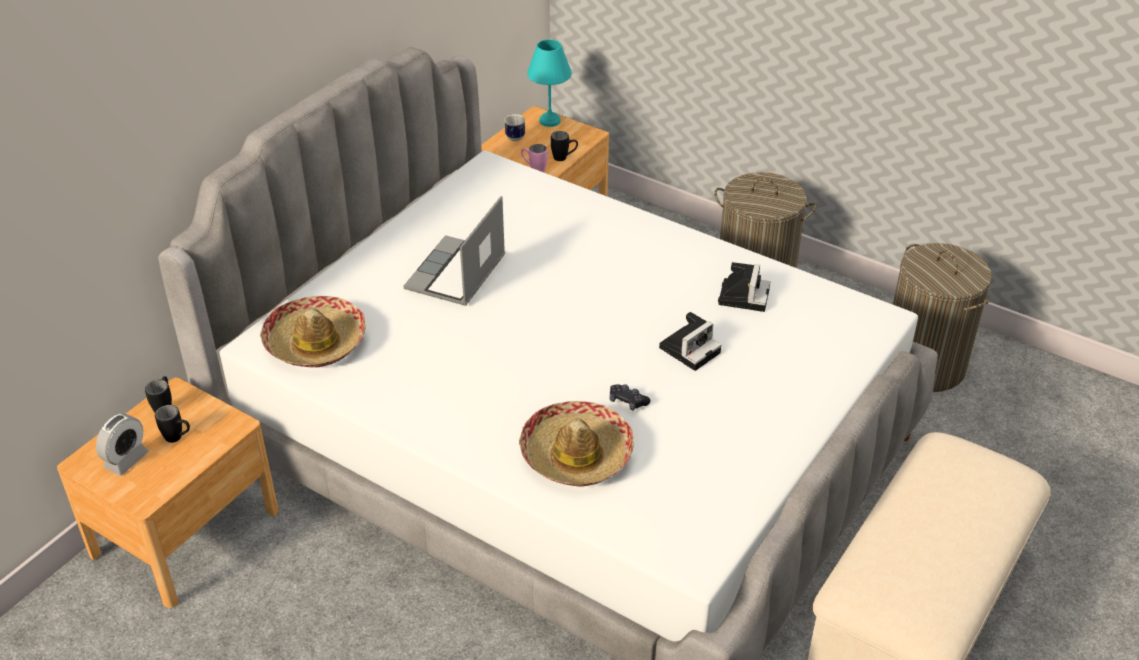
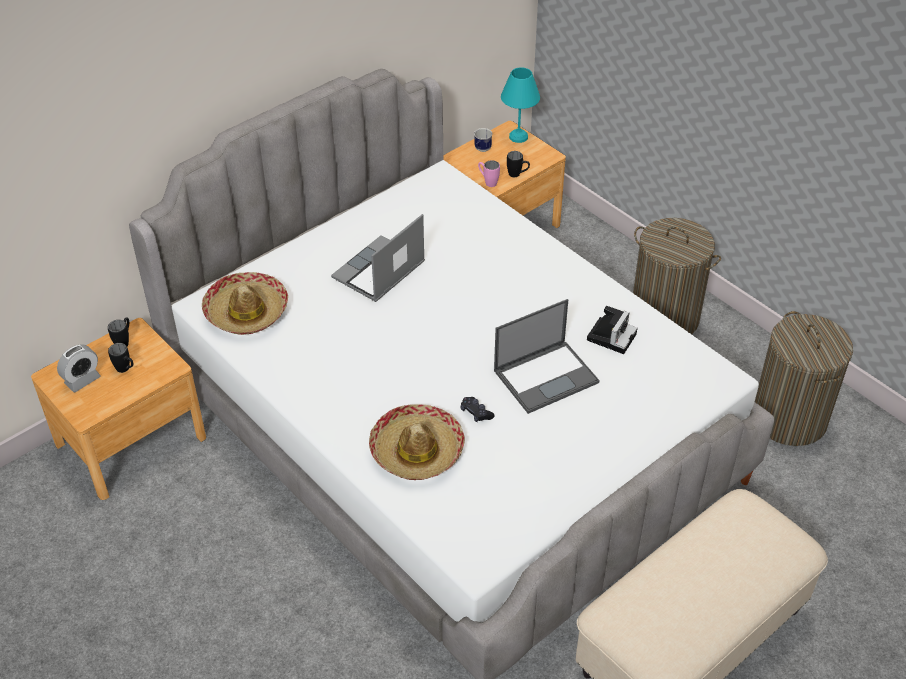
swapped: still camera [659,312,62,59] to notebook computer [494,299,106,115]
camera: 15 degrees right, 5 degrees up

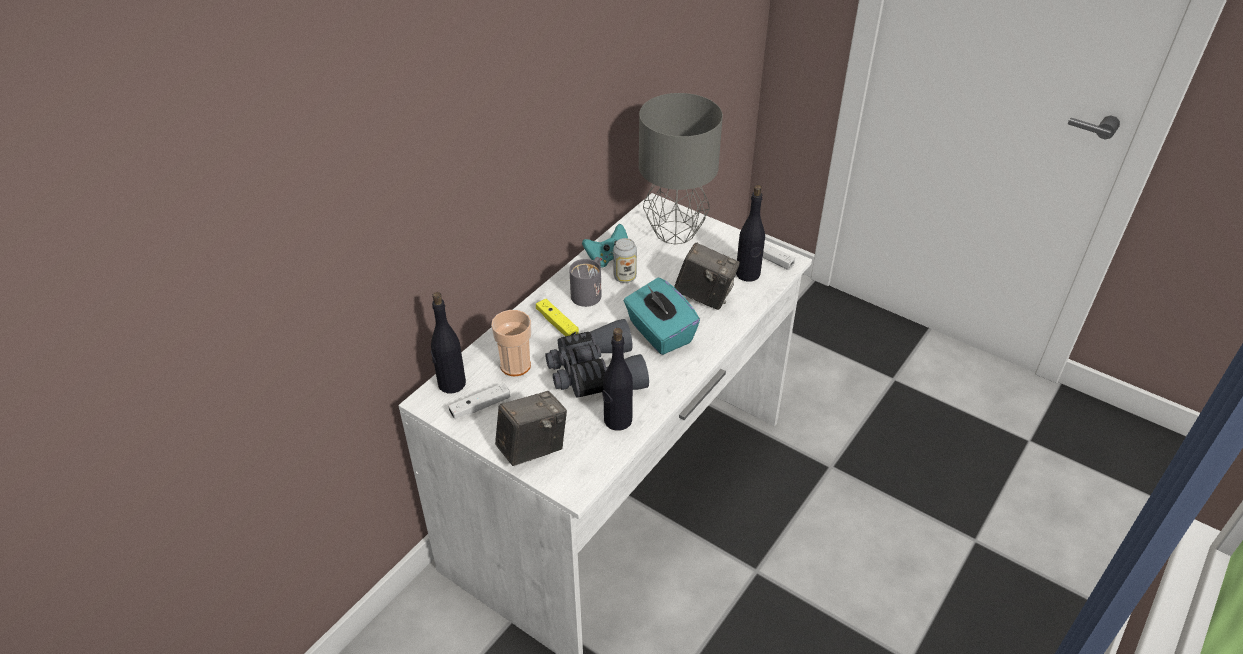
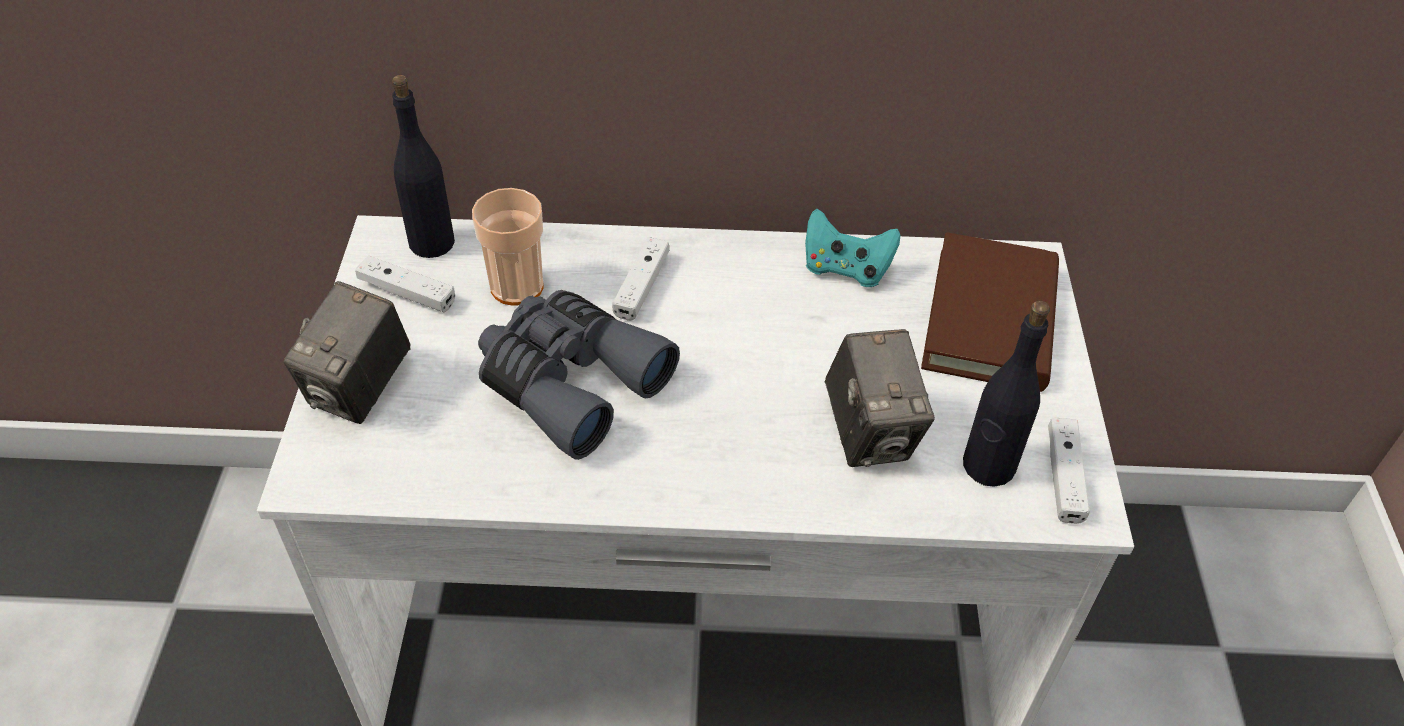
gone: metal can [613,238,24,45]; coffee mug (greyish) [569,257,32,50]; tissue holder (turquoise-coloured) [624,278,76,77]; drink bottle (black) [602,328,31,103]
swapped: table lamp (greyish) [639,93,84,151] to bound book (brown-coloured) [921,232,138,160]
repainted: game controller (yellow) [536,299,43,37] to game controller (whitish) [612,237,57,84]
rotated: still camera [495,391,72,75] = [284,281,127,143] 90 degrees clockwise
camera: 55 degrees right, 5 degrees up

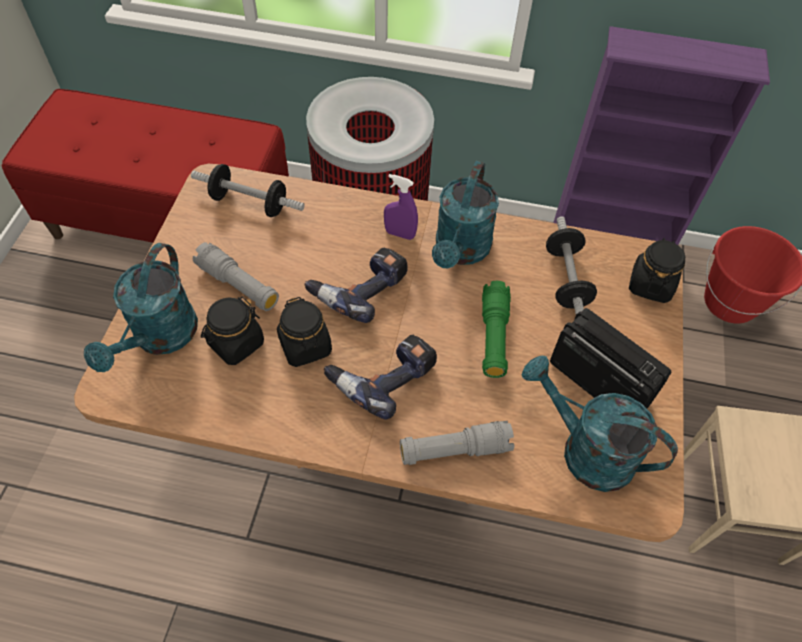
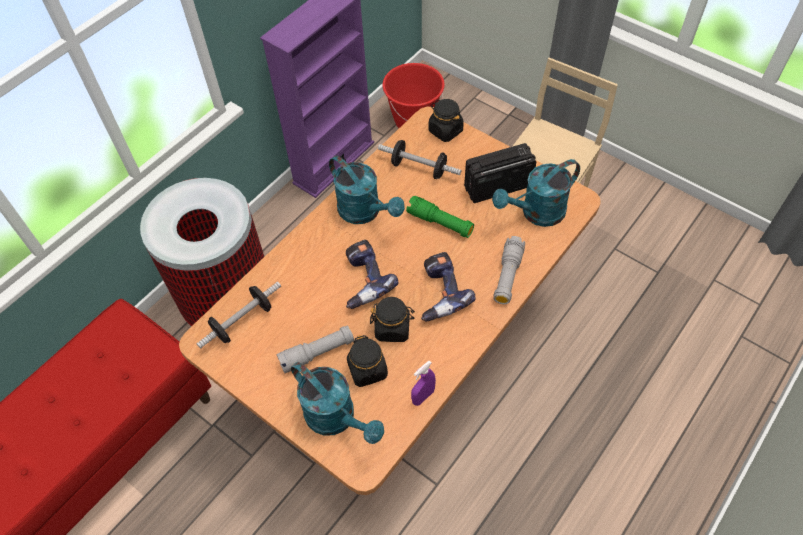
shifted: sprayer (purple-coloured) [384,174,34,66] to [411,361,25,45]
camera: 60 degrees left, 0 degrees up

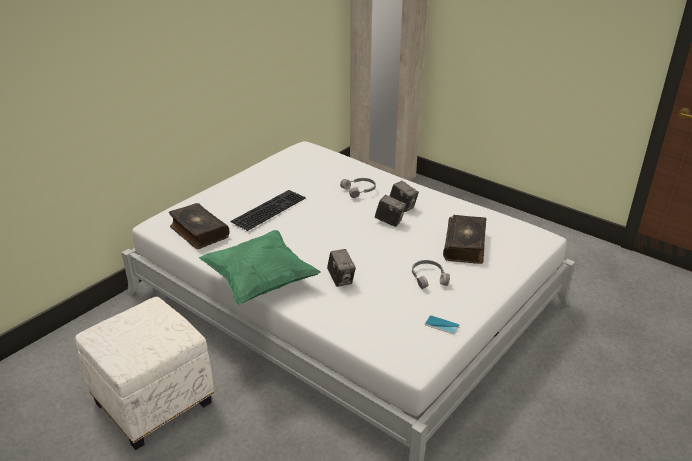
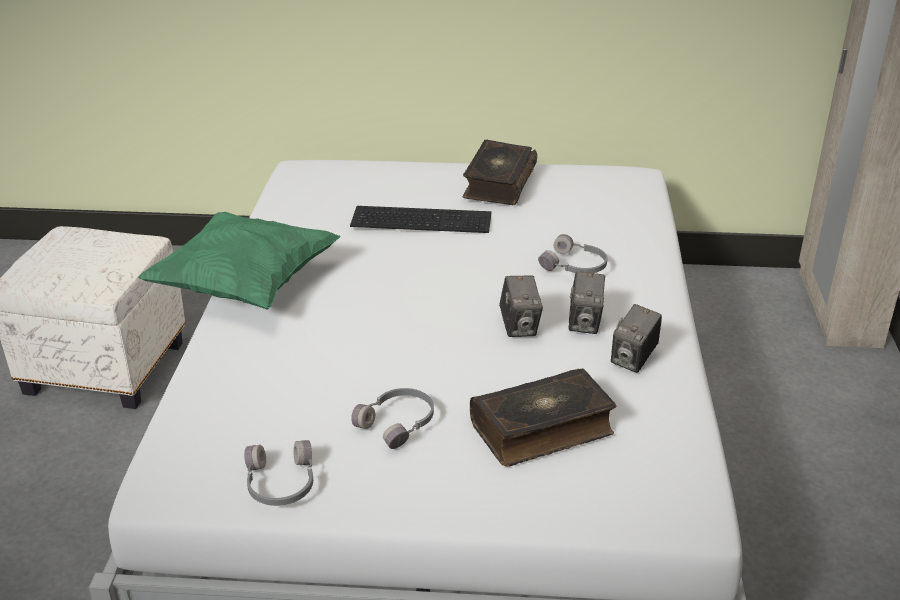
shifted: bound book [169,203,60,46] to [463,140,74,65]; still camera [327,249,29,38] to [611,304,51,69]
swapped: telephone [425,315,35,19] to pair of headphones (greyish) [244,440,69,66]
camera: 55 degrees right, 0 degrees up

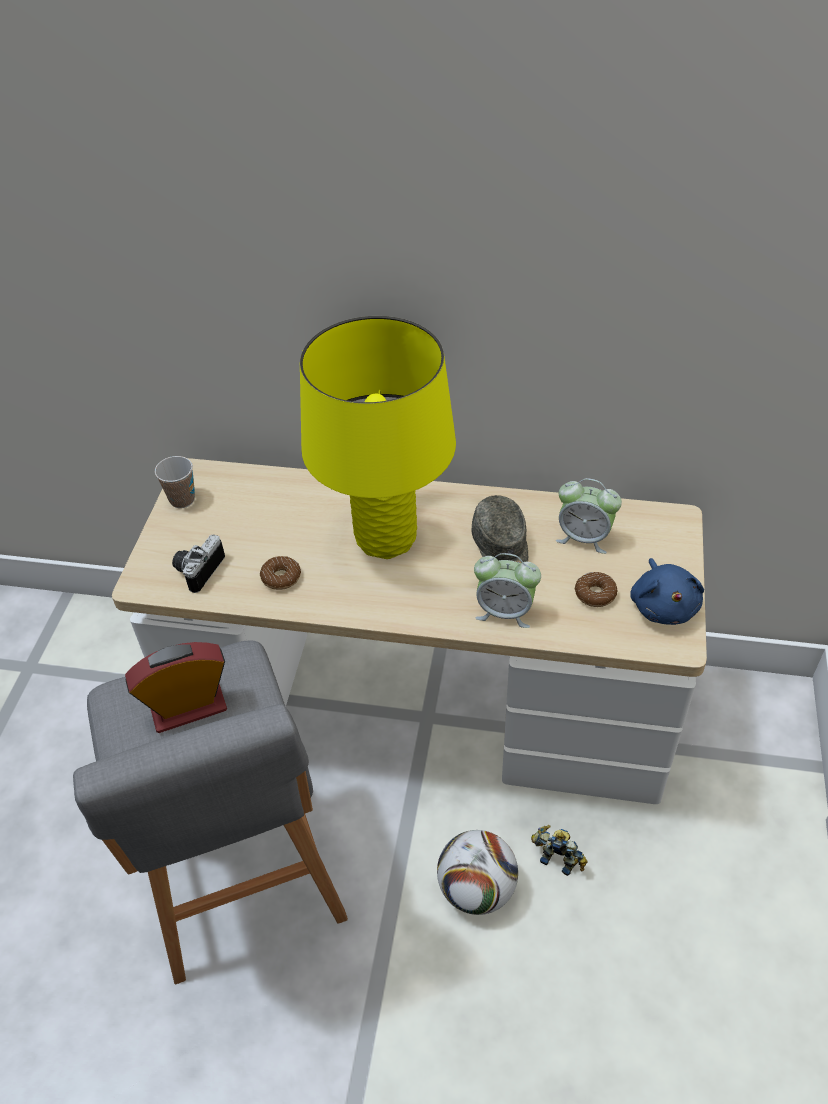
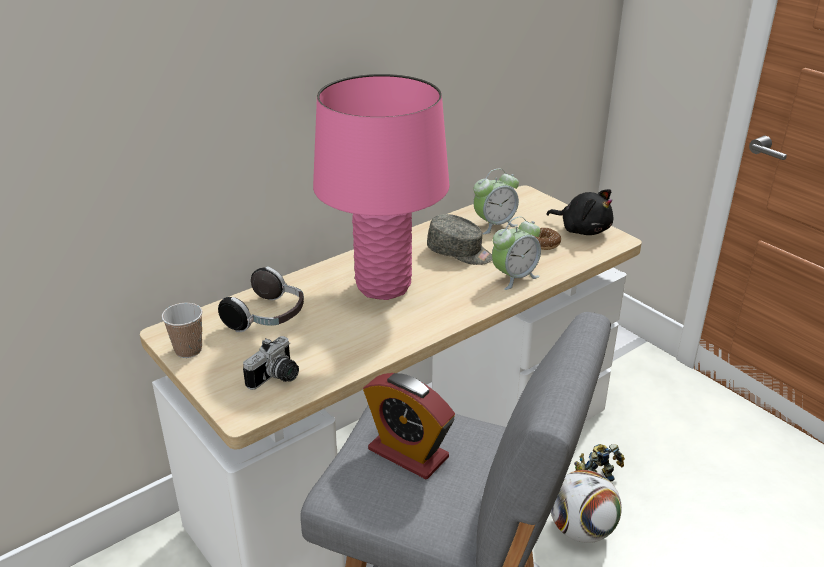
gone: ring doughnut [260,556,41,34]
new: pair of headphones [218,267,86,65]
repainted: table lamp (yellow) [300,316,156,243] to table lamp (pink-coloured) [313,74,137,226]; cuddly toy (bluish) [630,558,74,67] to cuddly toy (black) [546,189,67,46]
rotated: still camera [172,534,53,59] = [243,336,56,54] 120 degrees counterclockwise; alarm clock [125,642,102,91] = [363,373,92,106] 75 degrees counterclockwise
camera: 50 degrees left, 15 degrees down

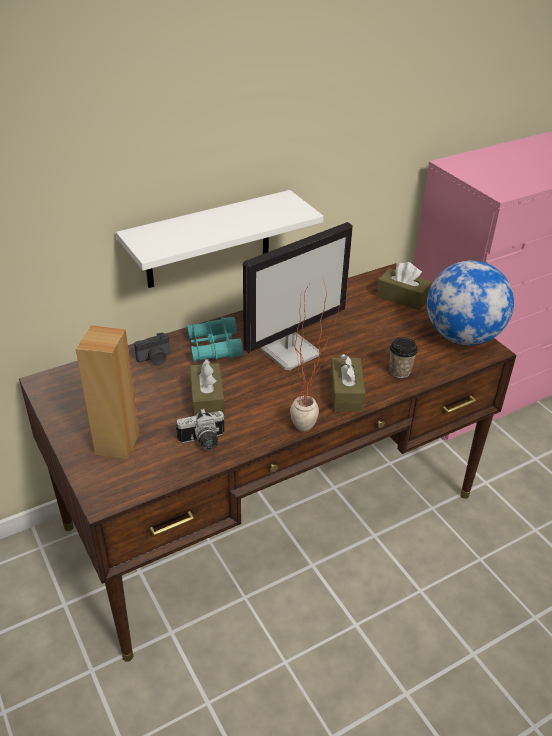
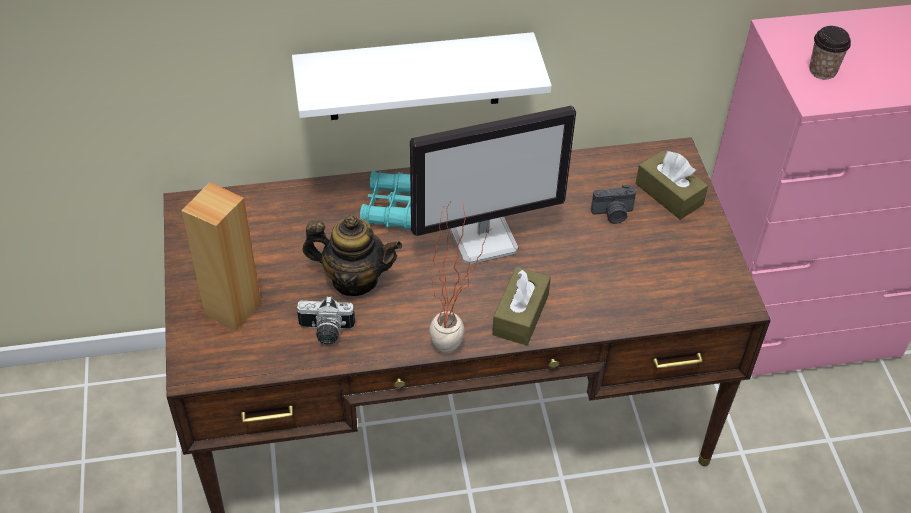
gone: globe [427,260,87,85]
shifted: still camera [134,332,36,33] to [591,185,45,39]; cup [389,337,29,41] to [809,26,42,53]
swapped: tissue holder (brown-coloured) [190,359,35,58] to tea pot [302,215,100,81]
camera: 20 degrees right, 10 degrees up

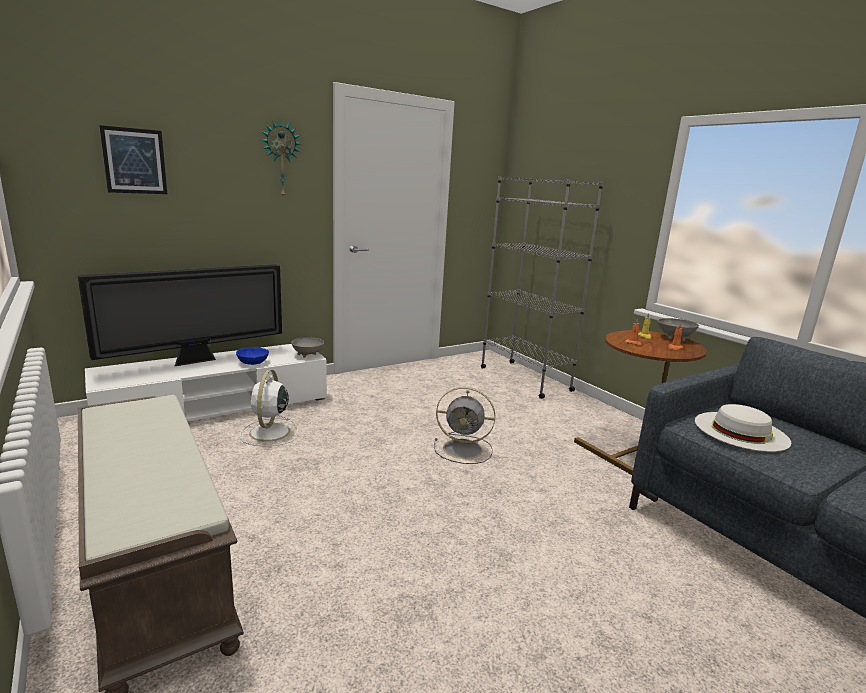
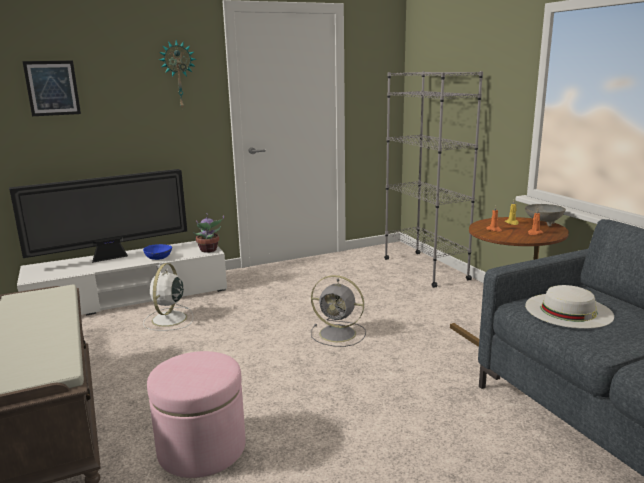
new: pouffe (pink-coloured) [147,351,99,127]
swapped: serving bowl (greyish) [291,337,33,21] to plant in a pot [193,214,31,39]
camera: 10 degrees right, 0 degrees up

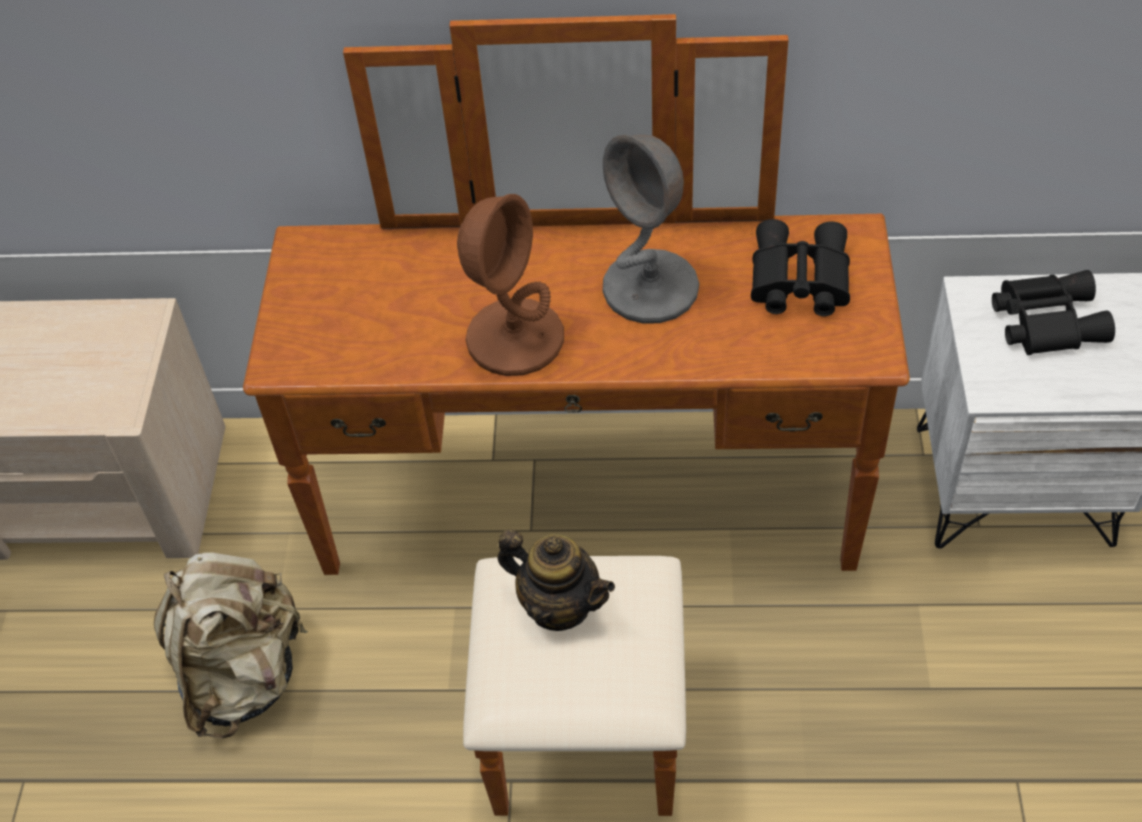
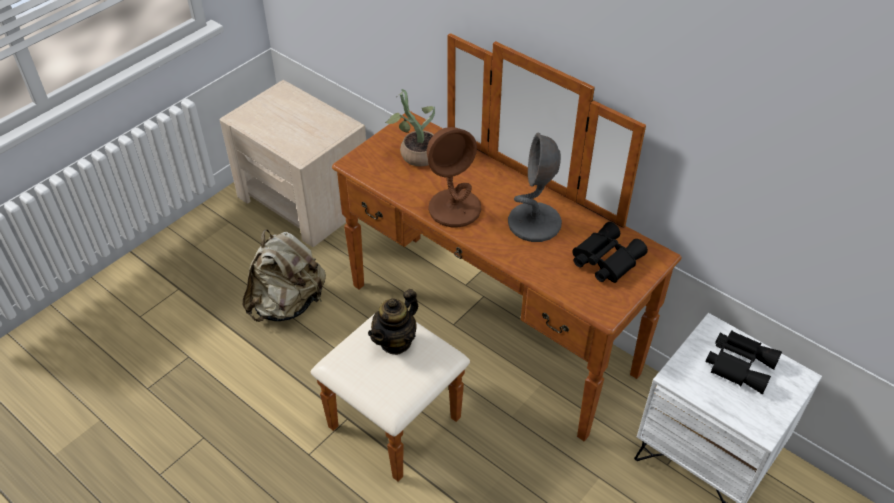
new: plant in a pot [385,89,50,78]
rotated: tea pot [497,529,118,102] = [368,289,50,66] 60 degrees clockwise
camera: 35 degrees right, 5 degrees down

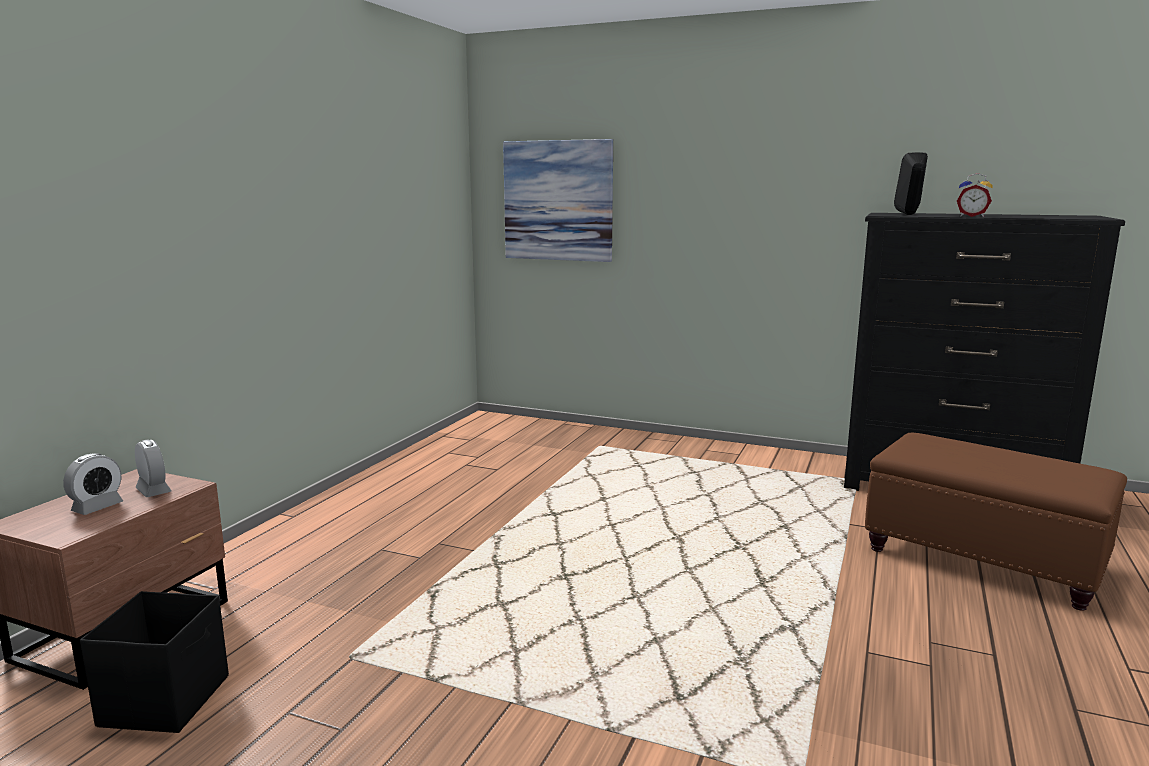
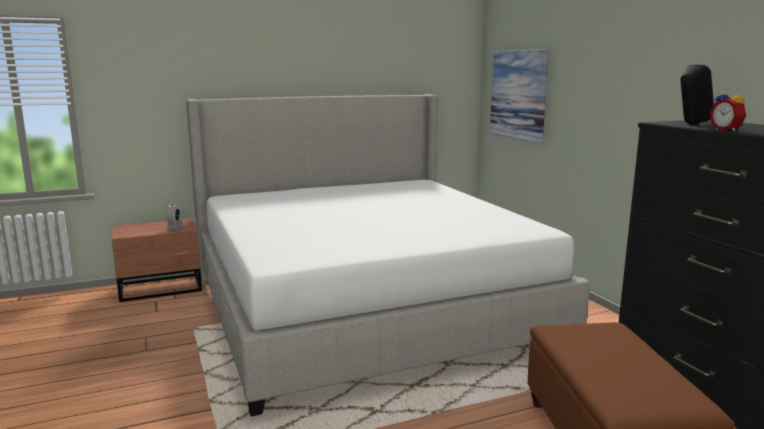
gone: alarm clock [63,453,60,62]; storage box (black) [80,591,149,142]
new: bed [186,94,404,322]
camera: 45 degrees right, 0 degrees up

